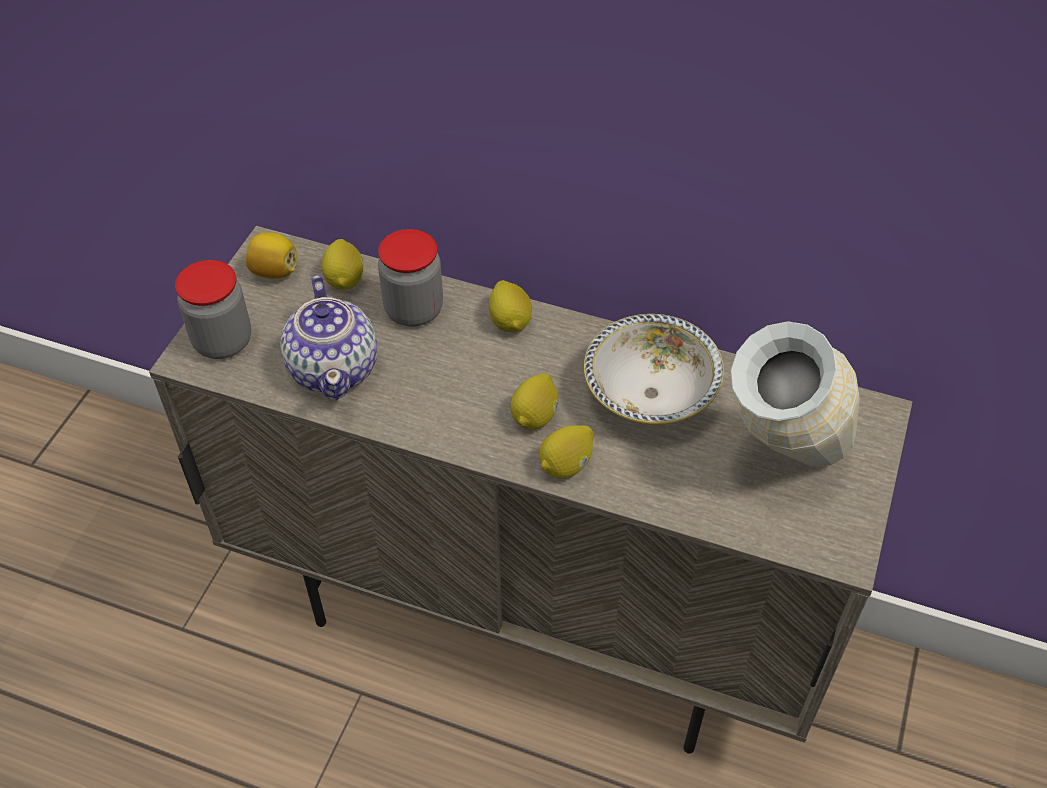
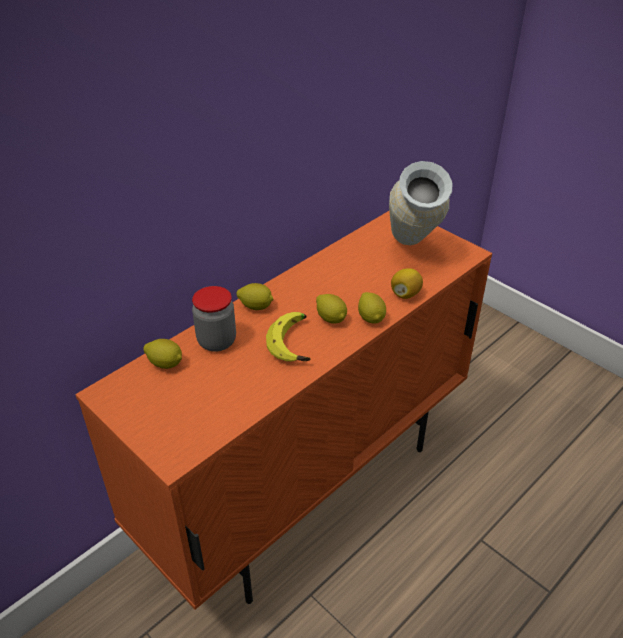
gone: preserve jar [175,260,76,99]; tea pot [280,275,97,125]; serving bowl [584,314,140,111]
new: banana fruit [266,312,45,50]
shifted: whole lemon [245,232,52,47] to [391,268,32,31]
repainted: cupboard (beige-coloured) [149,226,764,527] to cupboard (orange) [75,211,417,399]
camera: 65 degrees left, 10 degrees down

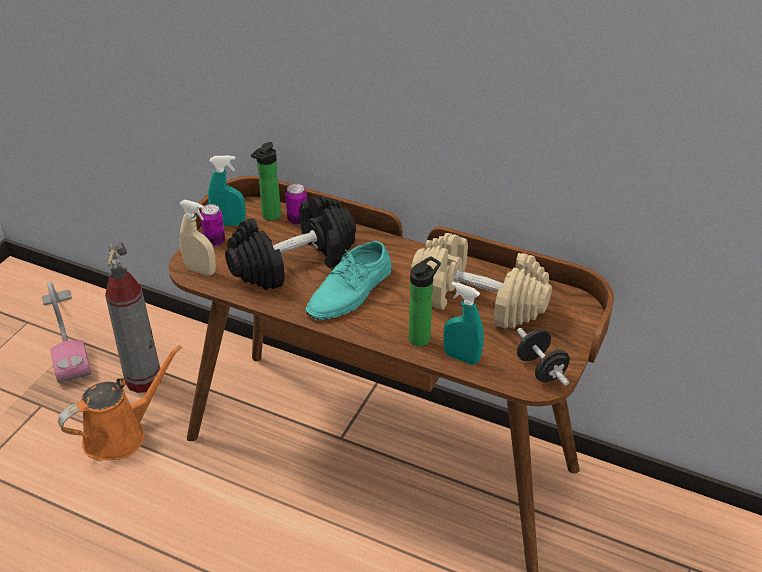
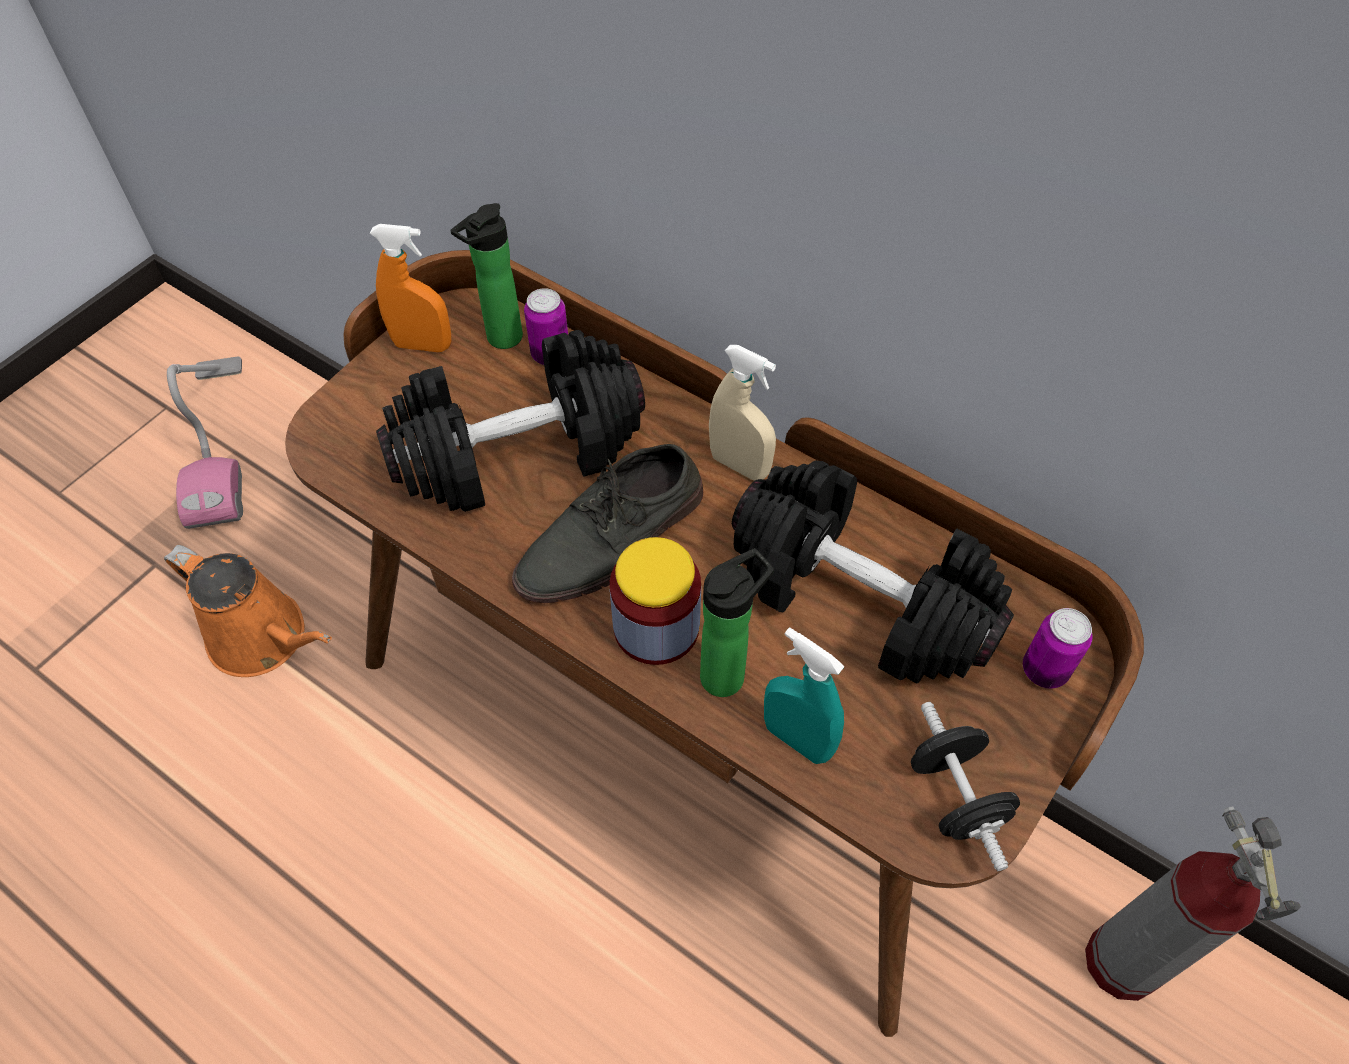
new: preserve jar [610,537,91,128]
shifted: sprayer (beige-coloured) [179,200,37,75] to [709,345,67,136]; metal can [201,204,24,43] to [1023,608,69,81]; fire extinguisher [105,242,56,151] to [1085,806,216,195]
repainted: sprayer (turquoise-coloured) [208,155,38,71] to sprayer (orange) [370,224,81,128]; free weight (beige-coloured) [411,233,141,96] to free weight (black) [732,461,282,222]; item of footwear (turquoise-coloured) [306,241,86,79] to item of footwear (greyish) [512,444,191,159]
rotated: sprinkling can (orange) [58,345,124,116] = [164,545,168,132] 60 degrees clockwise
camera: 10 degrees right, 15 degrees up

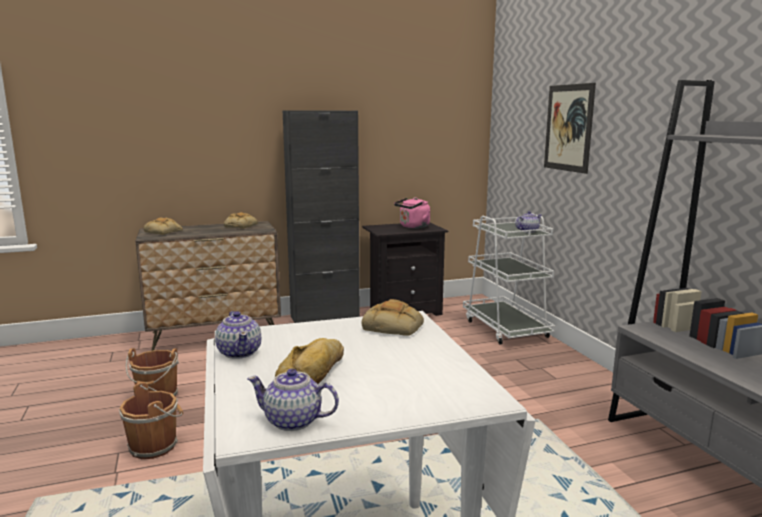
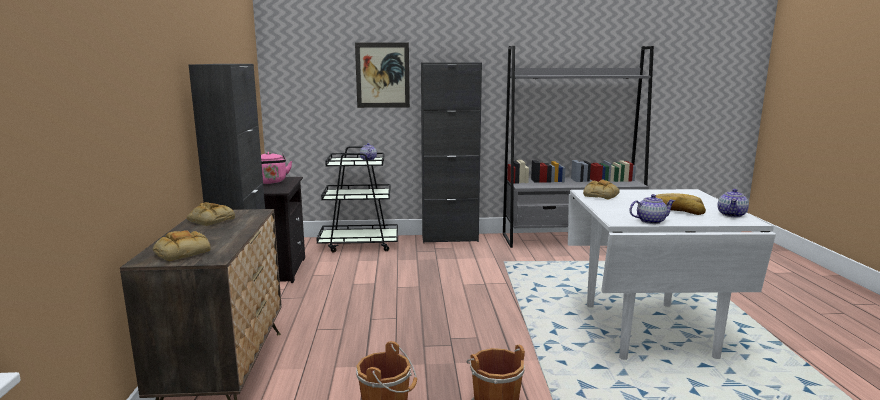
new: cupboard (black) [421,62,61,181]
repainted: trolley (whitish) [463,213,92,131] to trolley (black) [316,146,82,107]
camera: 75 degrees left, 0 degrees up

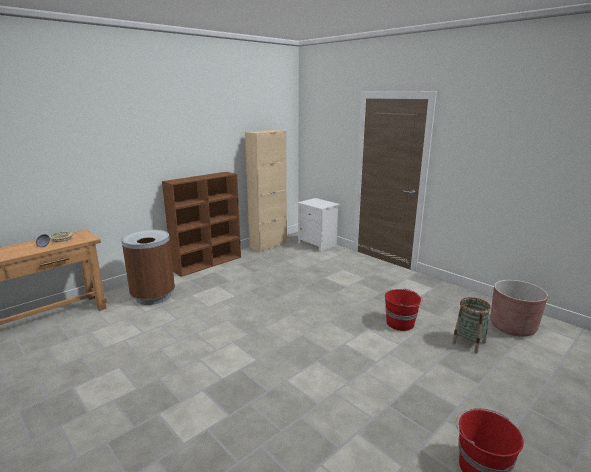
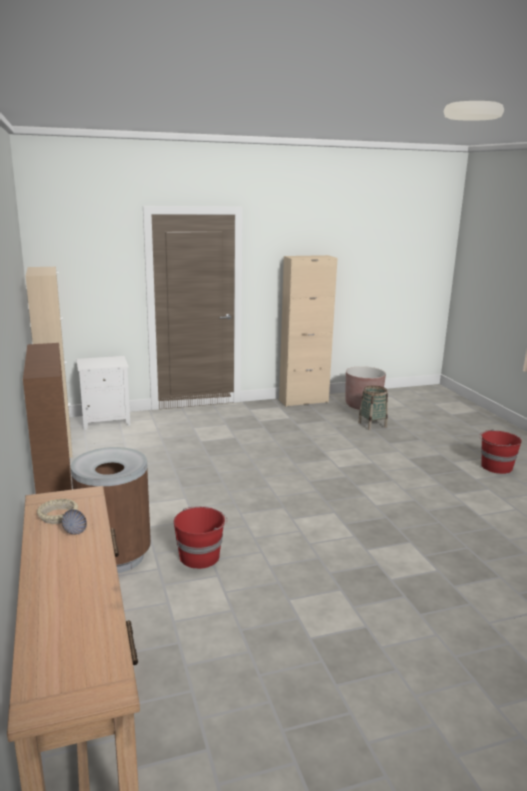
new: cupboard (beige-coloured) [279,255,59,152]
shifted: bucket (red-coloured) [385,289,38,42] to [174,506,53,63]
camera: 65 degrees left, 0 degrees up

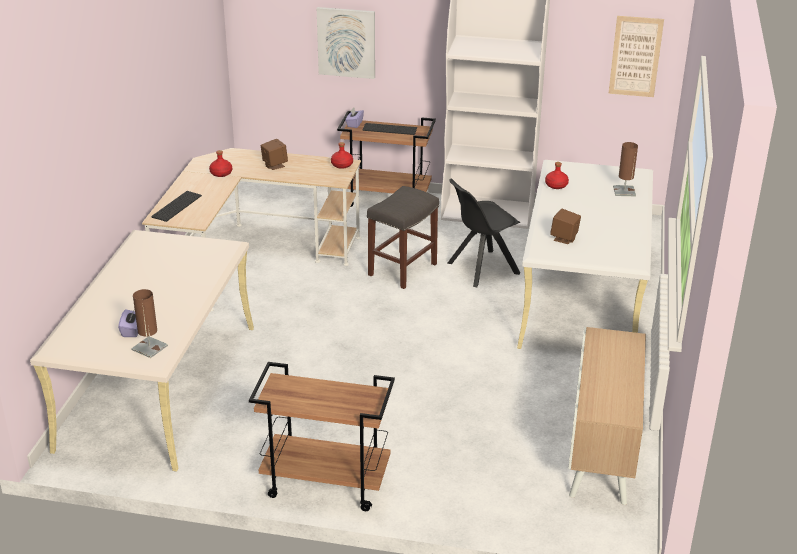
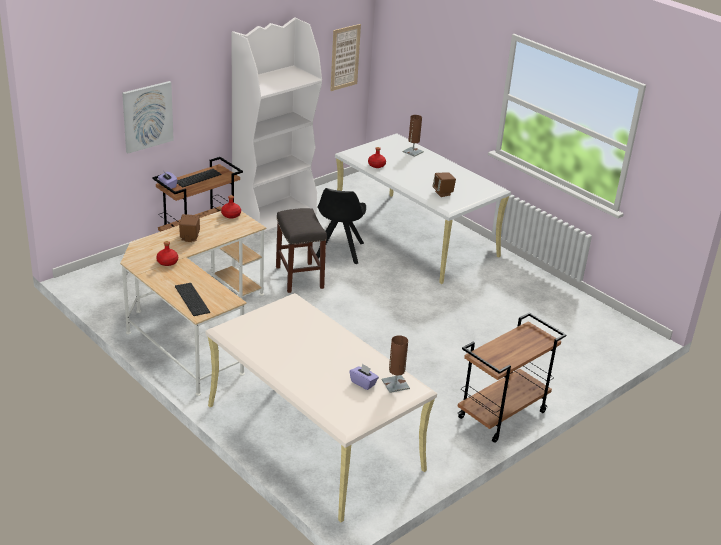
gone: cupboard [568,327,78,178]
camera: 55 degrees left, 0 degrees up

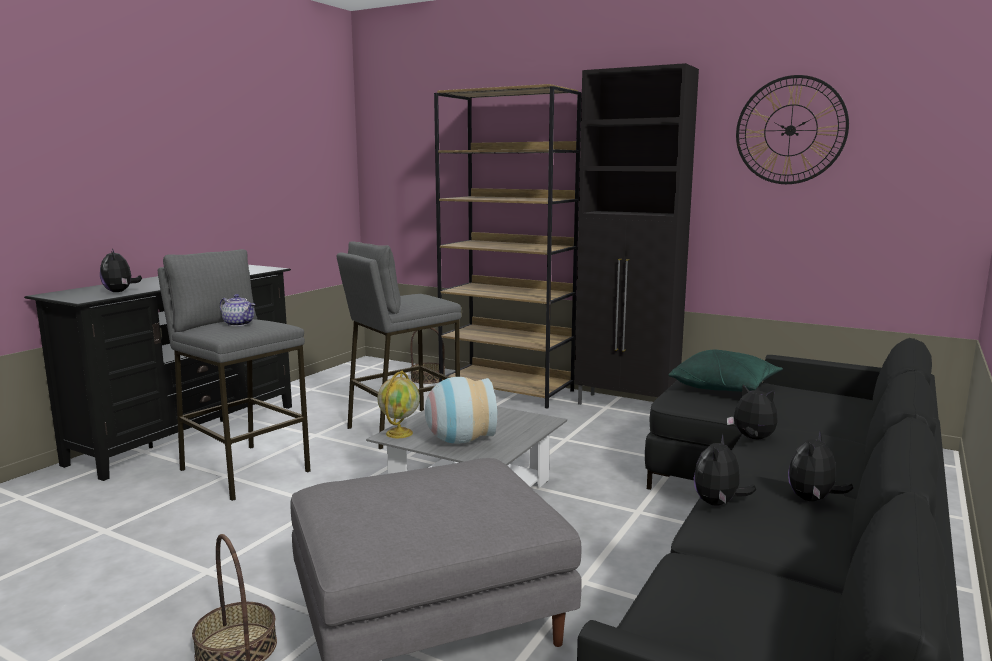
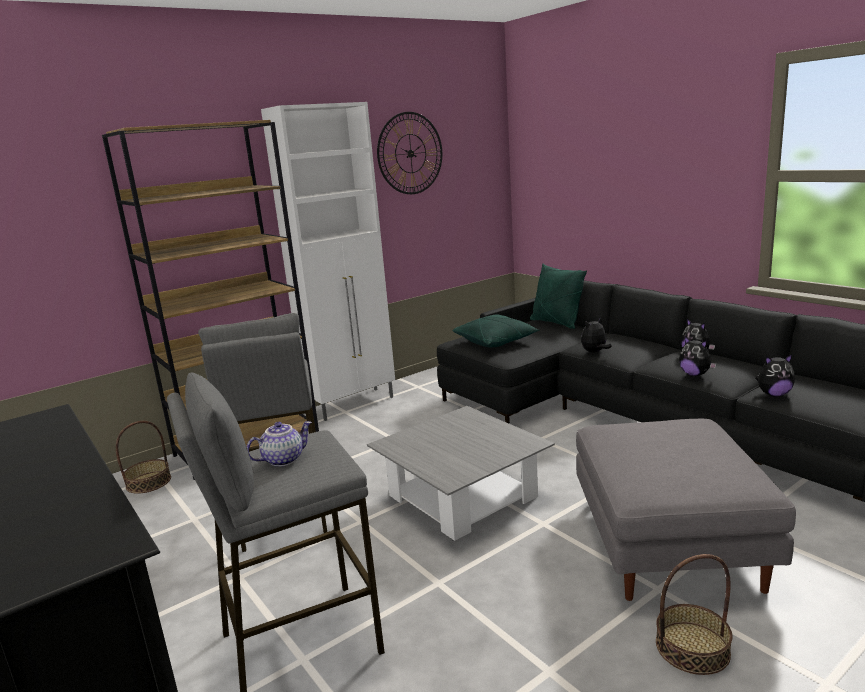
gone: globe [377,371,43,67]; decorative vase [425,377,72,67]
new: throw pillow (green-coloured) [530,264,57,65]
shifted: cuddly toy [100,249,42,43] to [755,354,40,43]
repainted: cupboard (black) [574,63,125,342] to cupboard (whitish) [261,102,134,319]
camera: 65 degrees left, 5 degrees up

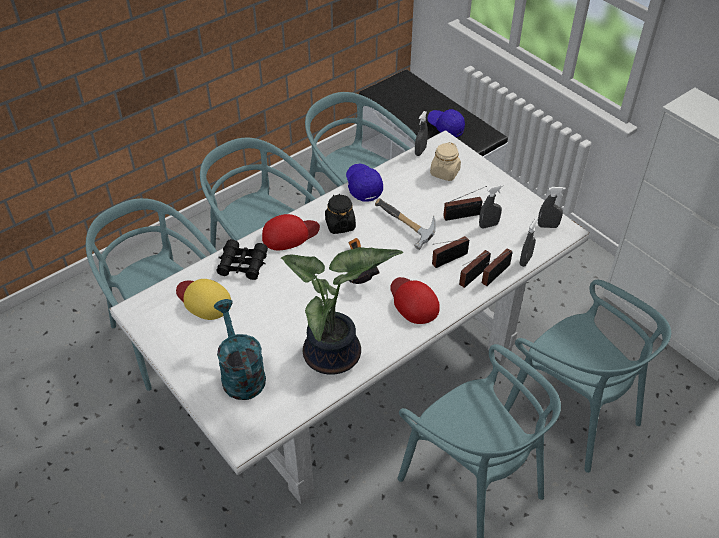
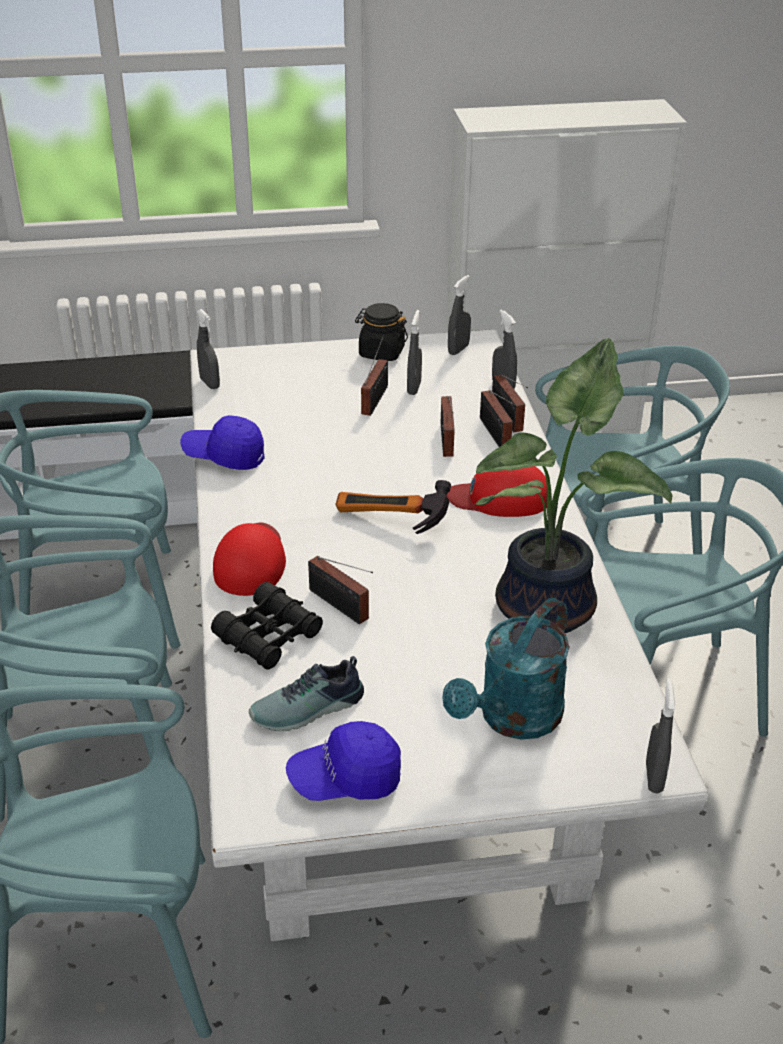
gone: preserve jar (beige-coloured) [430,142,31,39]; tool hammer [375,198,61,52]
new: radio receiver [308,556,65,68]; sprayer (greyish) [646,678,29,116]
shifted: cap (bluish) [427,109,38,28] to [286,721,115,80]; preserve jar (black) [325,194,31,40] to [355,303,53,58]
swapped: cap (yellow) [176,279,55,41] to item of footwear [249,656,115,75]
rotated: sprinkling can (turquoise-coloured) [214,299,52,101] = [442,598,128,142] 60 degrees counterclockwise
camera: 60 degrees left, 10 degrees down

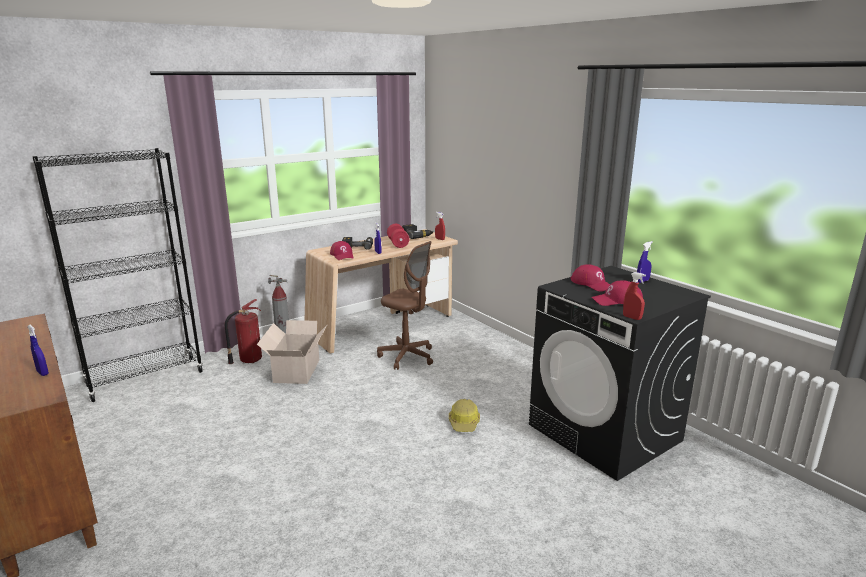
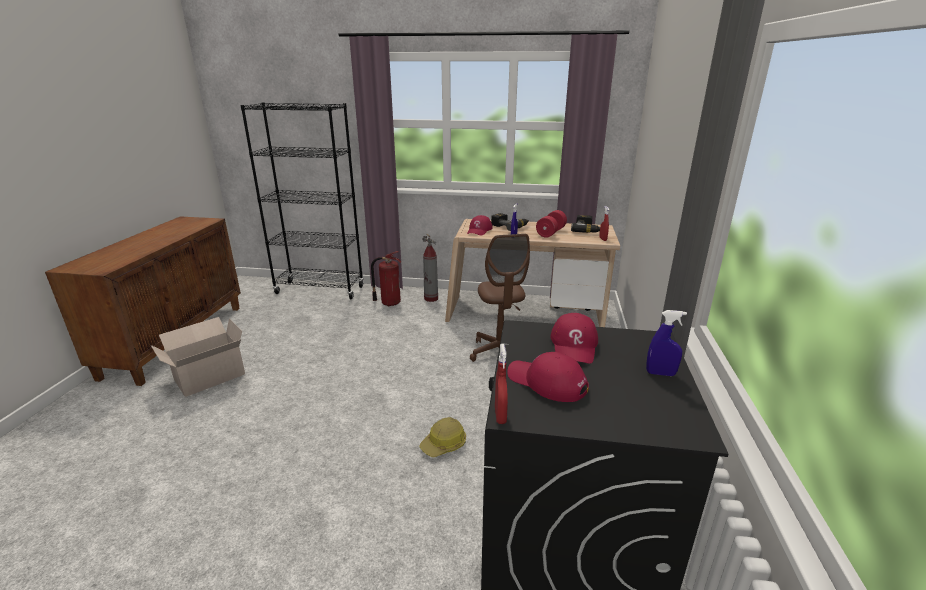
gone: sprayer (bluish) [27,325,22,51]
shifted: cardboard box [257,320,71,64] to [151,317,94,80]
camera: 45 degrees right, 5 degrees up

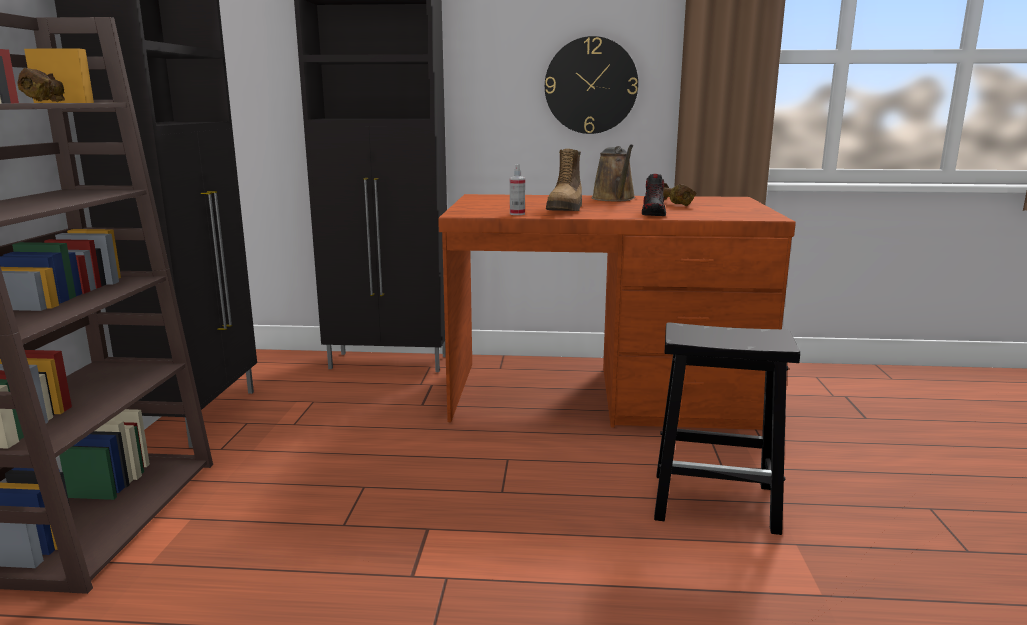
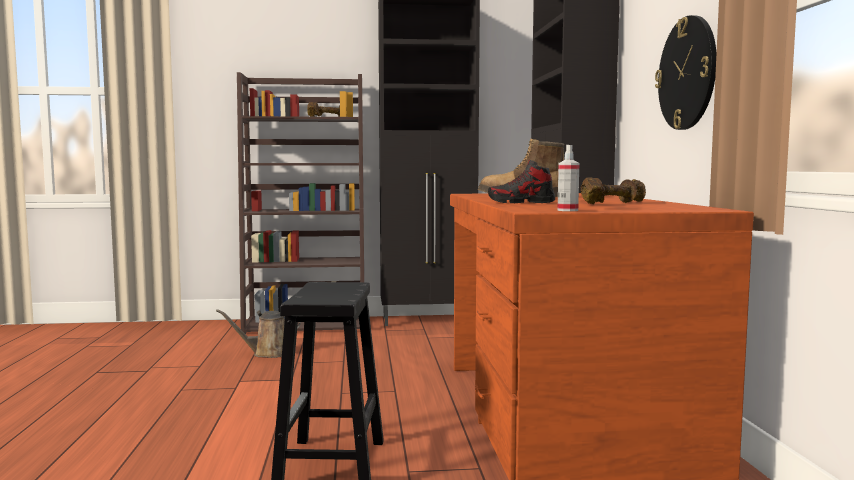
shifted: sprinkling can (brown-coloured) [592,144,43,57] to [216,309,85,49]; sprayer [510,164,15,51] to [558,145,21,66]
camera: 80 degrees right, 10 degrees down

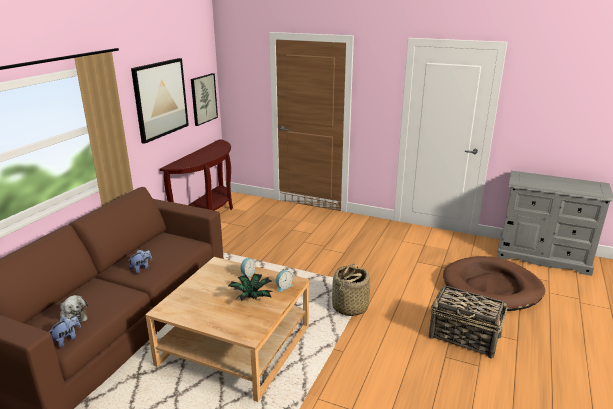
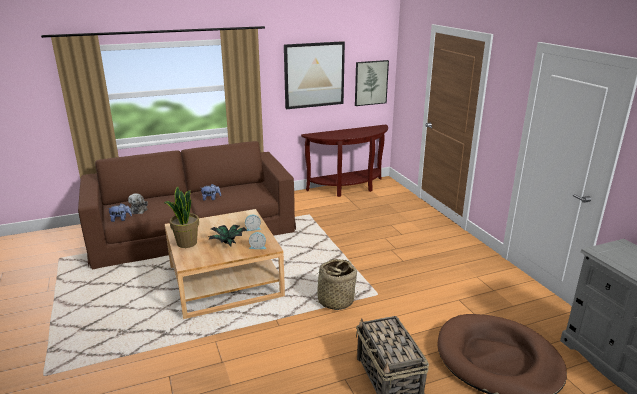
new: plant in a pot [164,187,35,61]
camera: 45 degrees right, 0 degrees up

